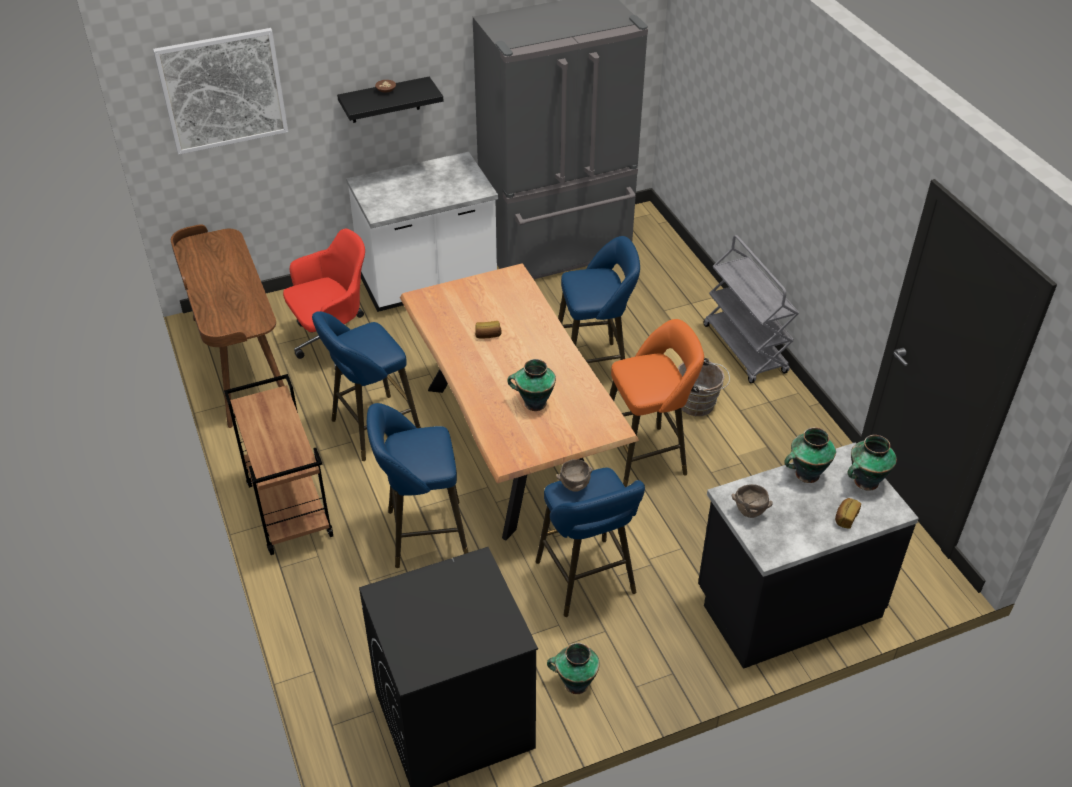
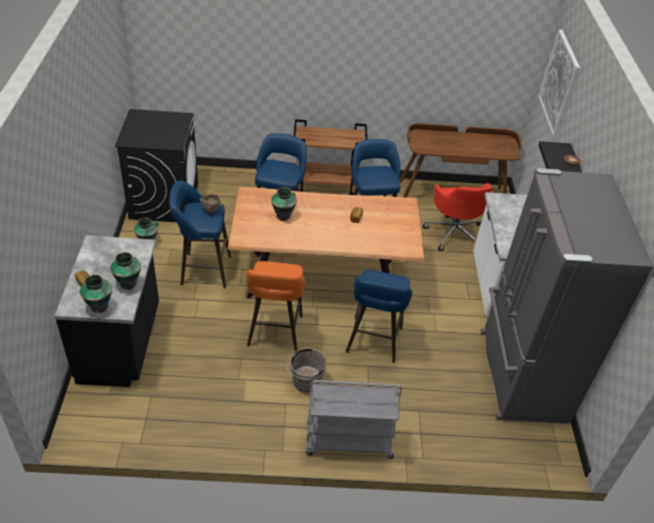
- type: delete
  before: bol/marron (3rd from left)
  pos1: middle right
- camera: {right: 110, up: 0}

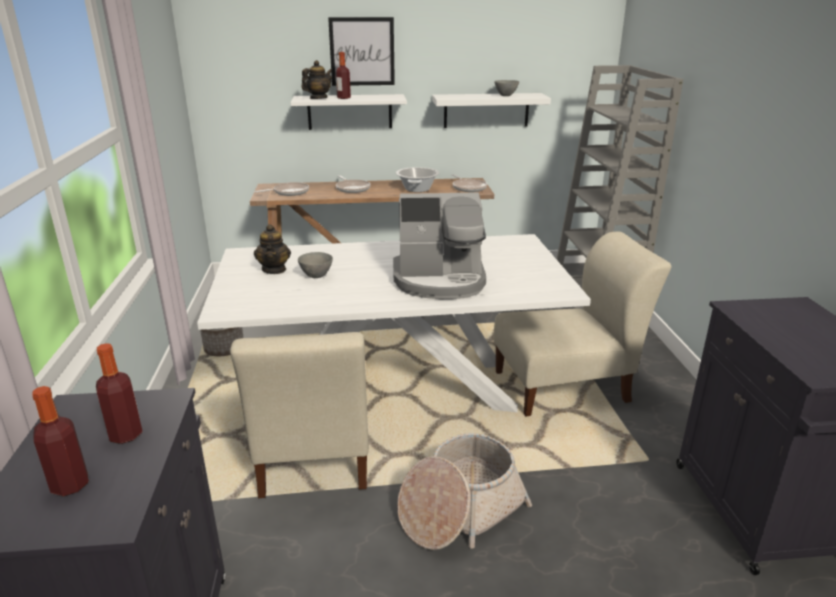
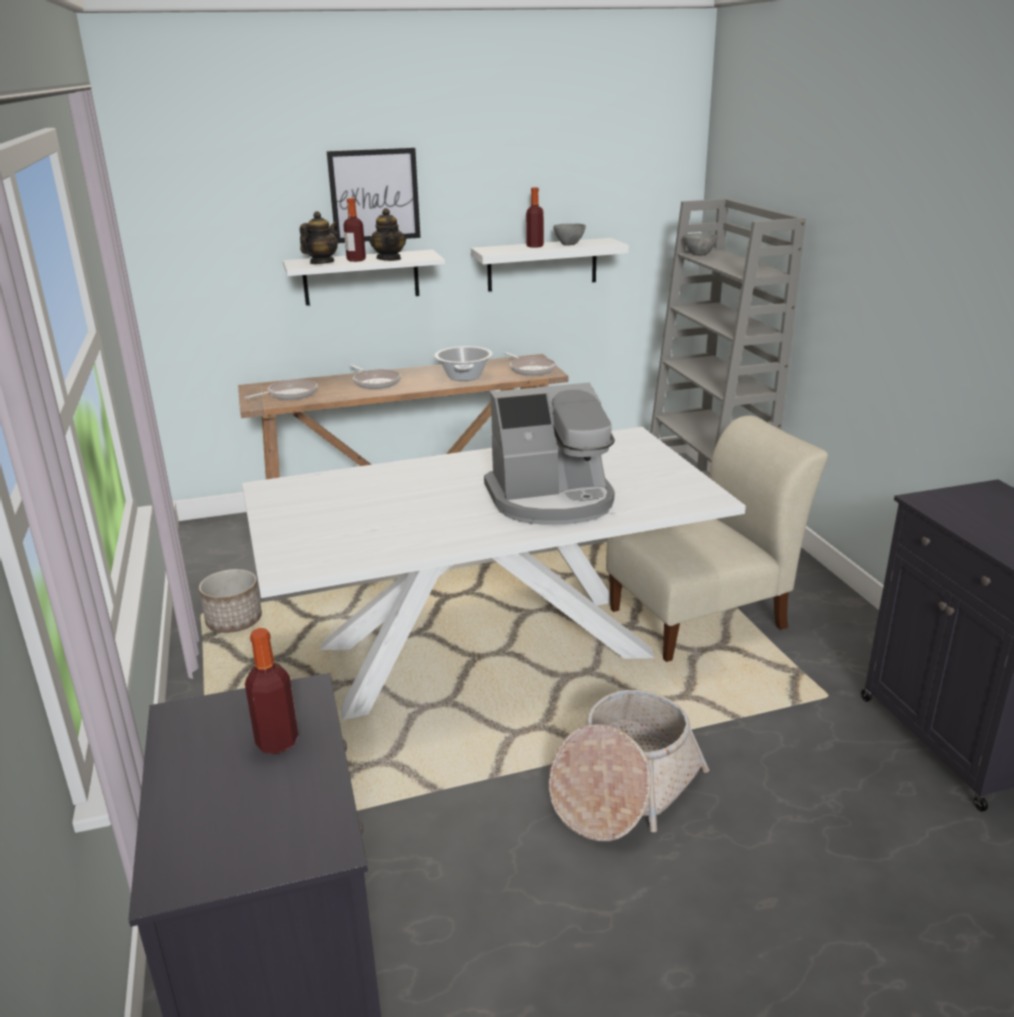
- type: move
  before: théière (1st from left in the first image)
  after: théière (2nd from left)
  pos1: middle left
  pos2: top centre
- type: move
  before: bouteille (1st from left in the first image)
  after: bouteille (3rd from left)
  pos1: bottom left
  pos2: top centre
- type: move
  before: bol/gris (1st from left in the first image)
  after: bol/gris (2nd from left)
  pos1: centre
  pos2: top right
- type: delete
  before: chaise/beige (1st from left)
  pos1: bottom centre
- camera: {right: -10, up: 0}

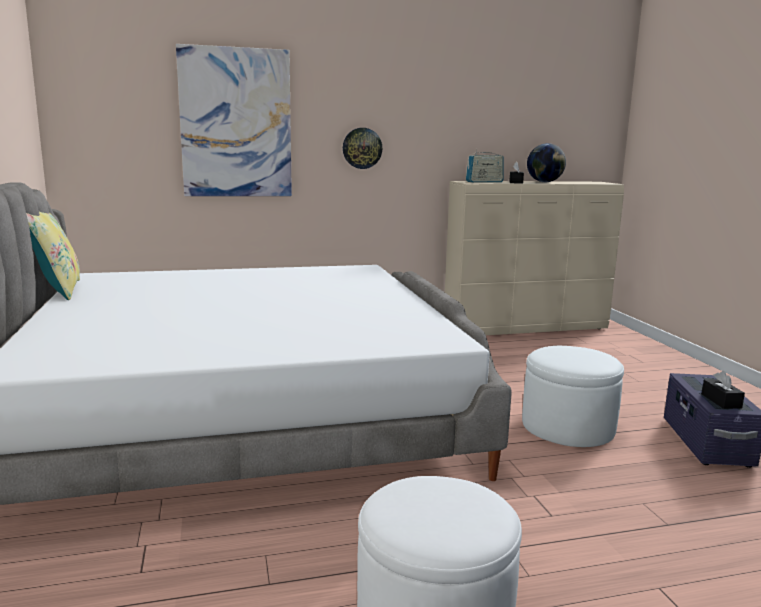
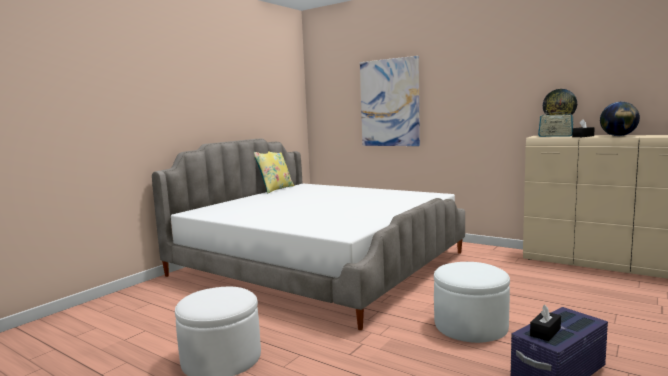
- type: move
  before: horloge murale
  pos1: top centre
  pos2: top right
- camera: {right: 50, up: -5}

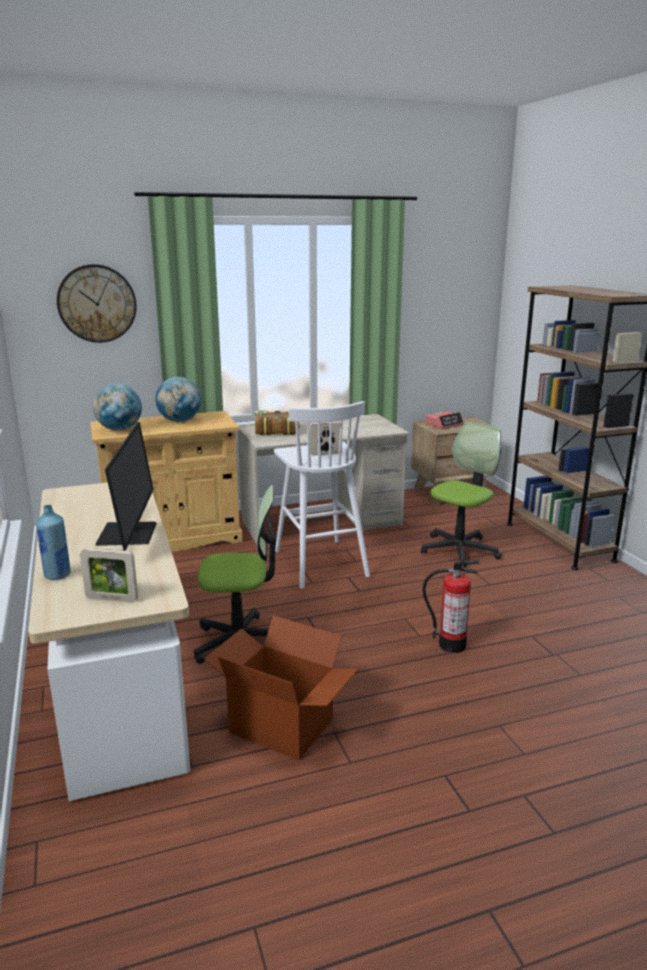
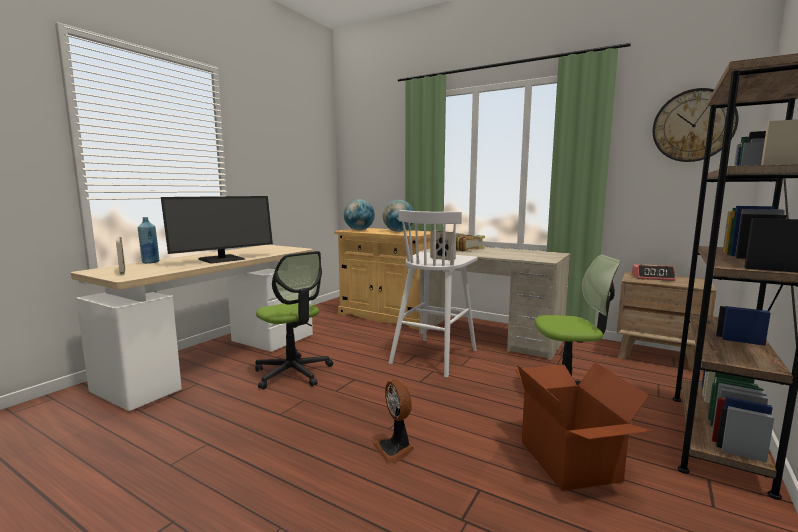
- type: replace
  before: extincteur
  after: ventilateur
  pos1: middle right
  pos2: bottom centre
- type: move
  before: carton
  pos1: bottom centre
  pos2: bottom right
- type: move
  before: horloge murale
  pos1: top left
  pos2: top right
- camera: {right: 50, up: -10}

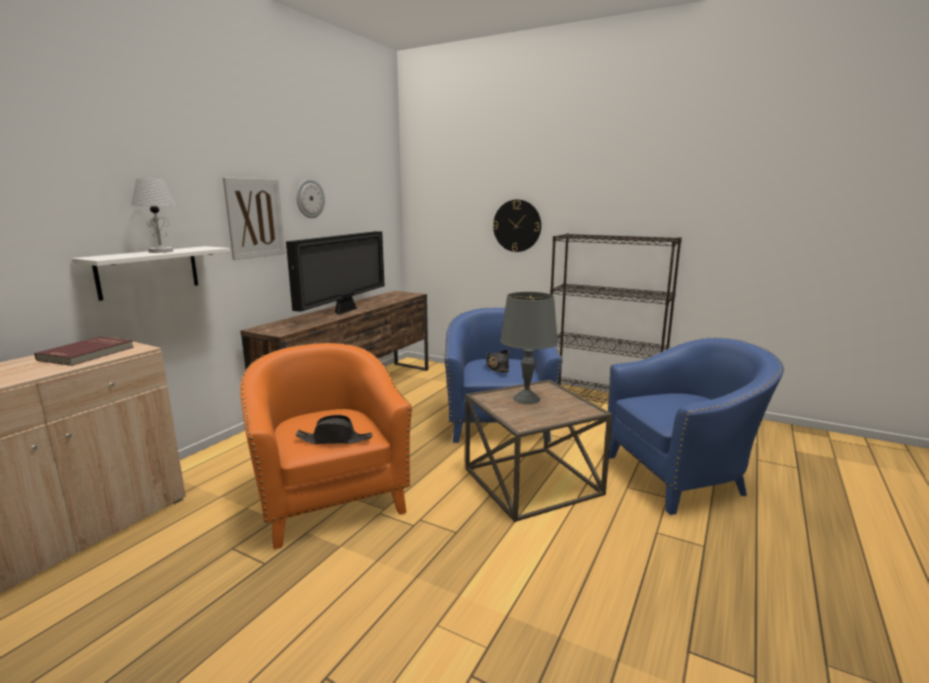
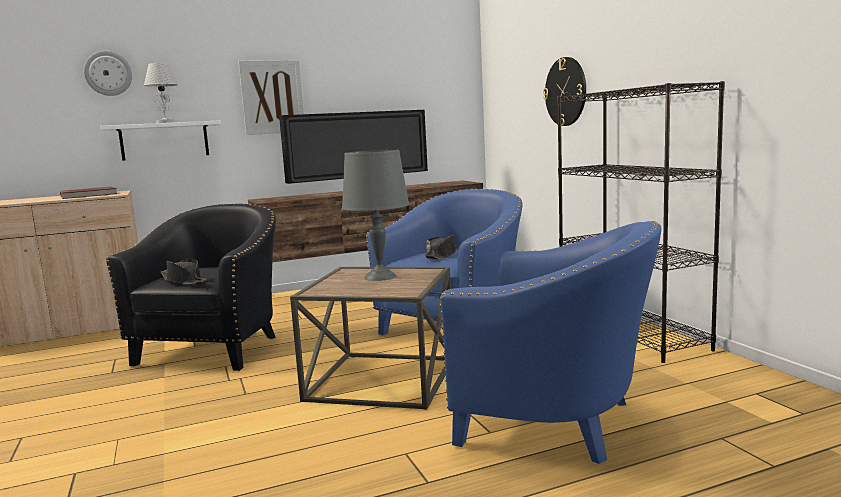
- type: move
  before: horloge murale (1st from left)
  pos1: top centre
  pos2: top left
- type: recolor
  before: fauteuil/orange
  after: fauteuil/noir
  pos1: centre
  pos2: middle left
- camera: {right: 40, up: -5}

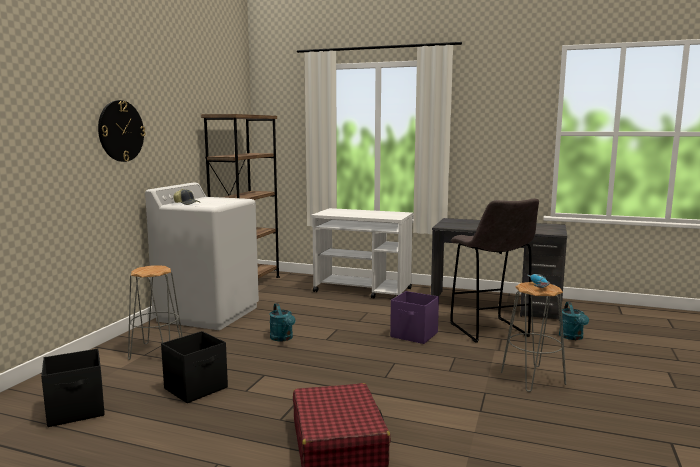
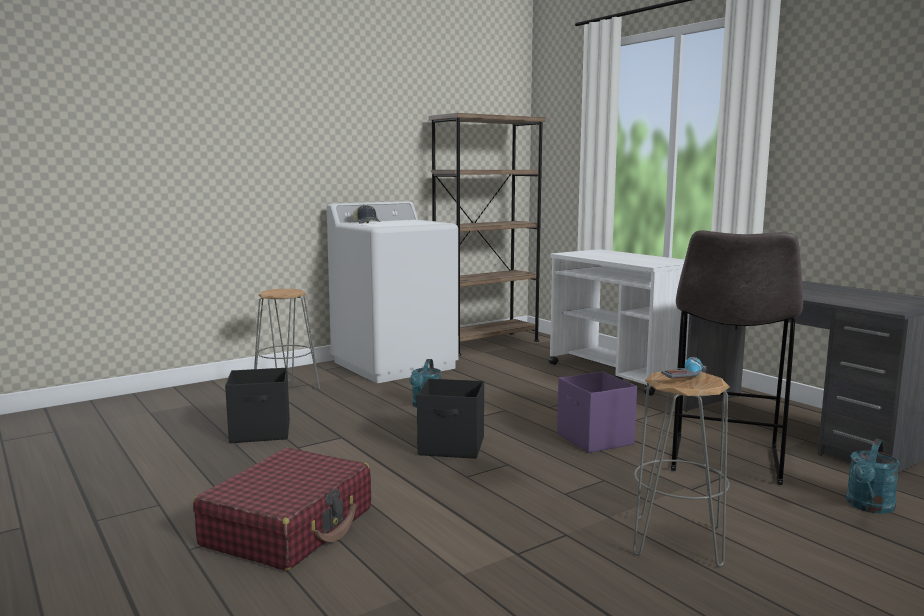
- type: move
  before: boîte de rangement/noir (1st from left in the first image)
  after: boîte de rangement/noir (2nd from left)
  pos1: bottom left
  pos2: bottom centre
- type: delete
  before: horloge murale
  pos1: top left
- camera: {right: 35, up: 0}

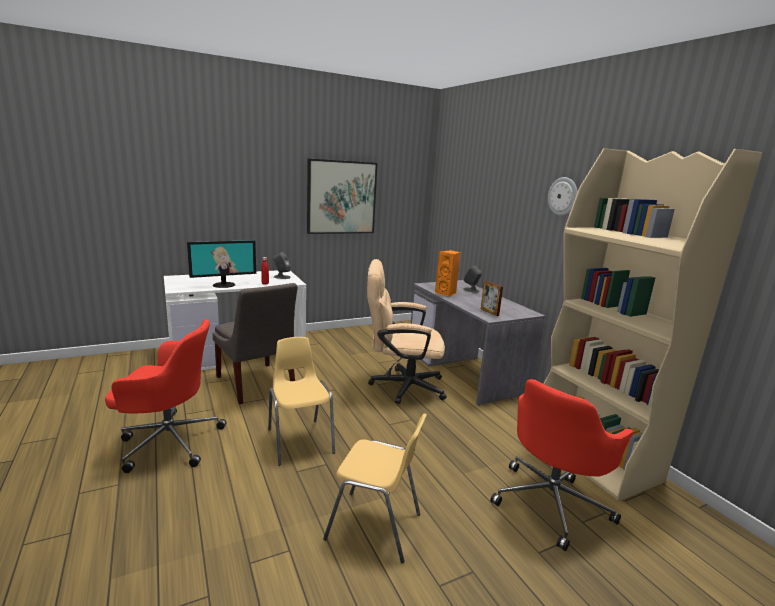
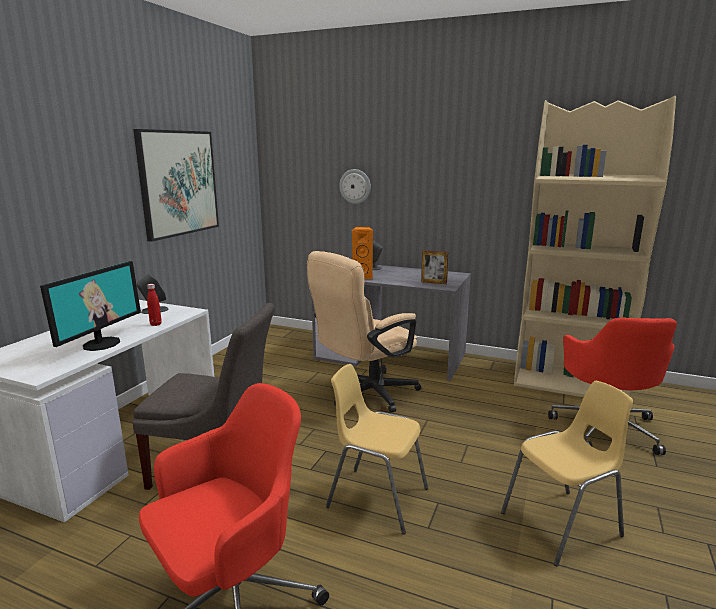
- type: move
  before: horloge murale
  pos1: top right
  pos2: top centre
- camera: {right: -40, up: 0}

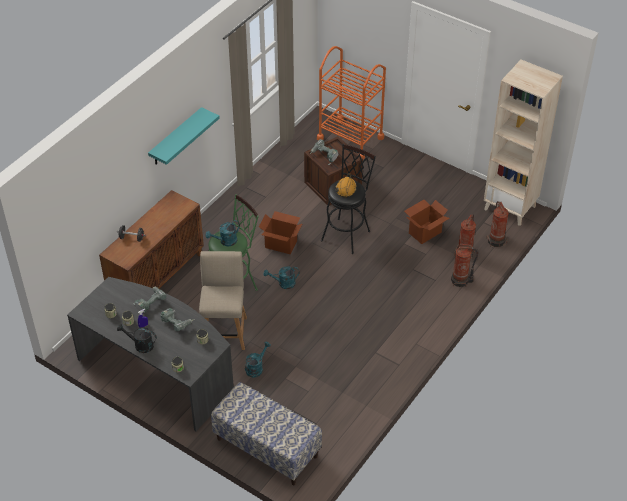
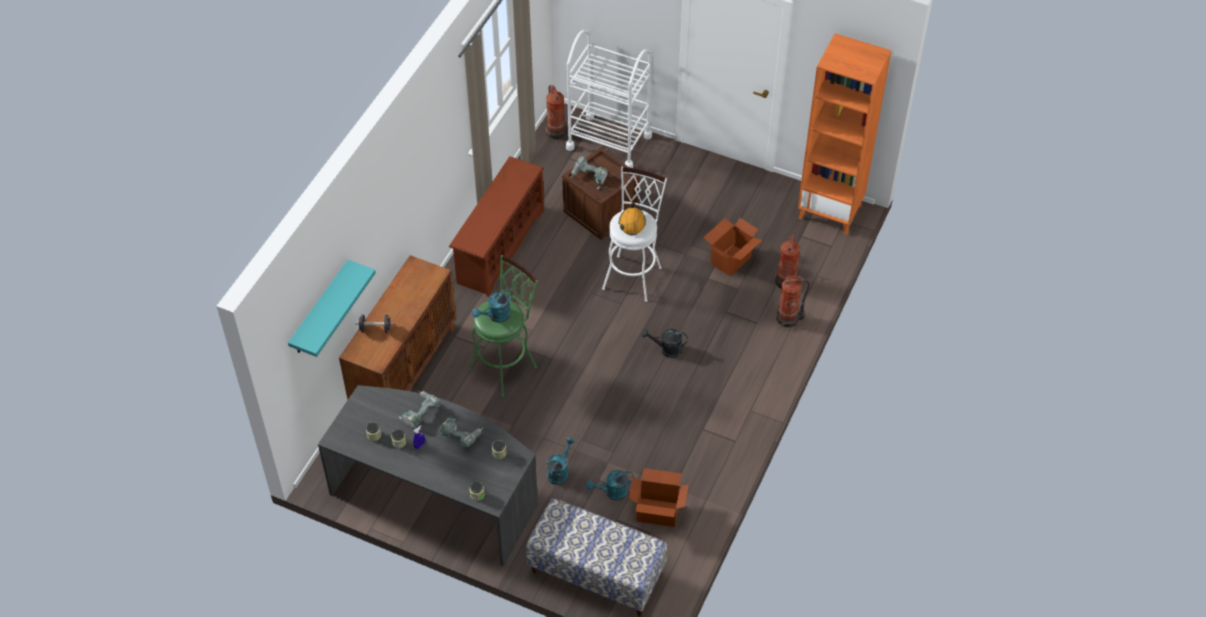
- type: move
  before: étagère/turquoise
  pos1: top left
  pos2: middle left
- type: insert
  after: étagère à chaussures/marron
  pos2: centre
- type: move
  before: extincteur (3rd from left in the first image)
  after: extincteur (1st from left)
  pos1: middle right
  pos2: top centre
- type: recolor
  before: chariot/orange
  after: chariot/blanc
  pos1: top centre
  pos2: top centre
- type: move
  before: arrosoir/turquoise (3rd from left)
  pos1: centre
  pos2: bottom centre
- type: recolor
  before: tabouret/noir
  after: tabouret/blanc
  pos1: centre
  pos2: centre
- type: move
  before: carton (1st from left)
  pos1: centre
  pos2: bottom centre
- type: move
  before: arrosoir/noir
  pos1: bottom left
  pos2: centre
- type: recolor
  before: bibliothèque/beige
  after: bibliothèque/orange
  pos1: top right
  pos2: top right
- type: delete
  before: chaise/beige
  pos1: centre
- camera: {right: -10, up: 5}

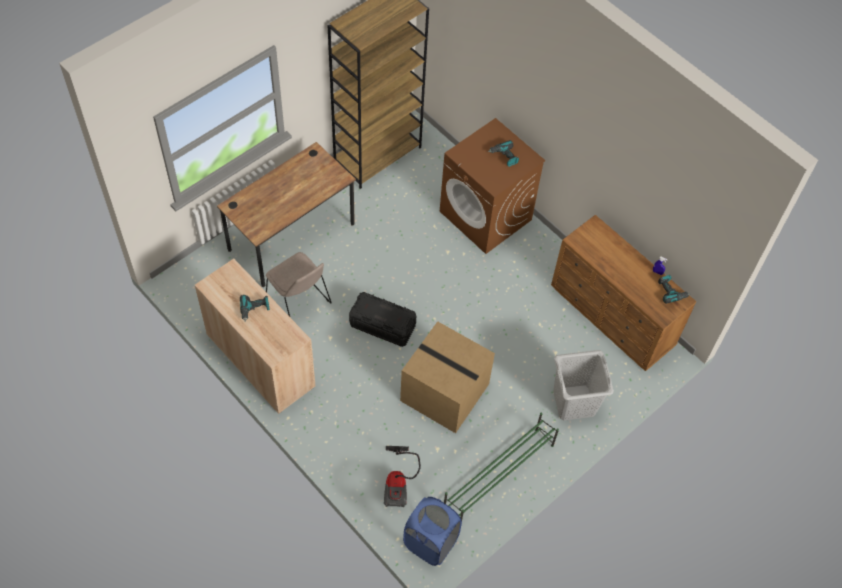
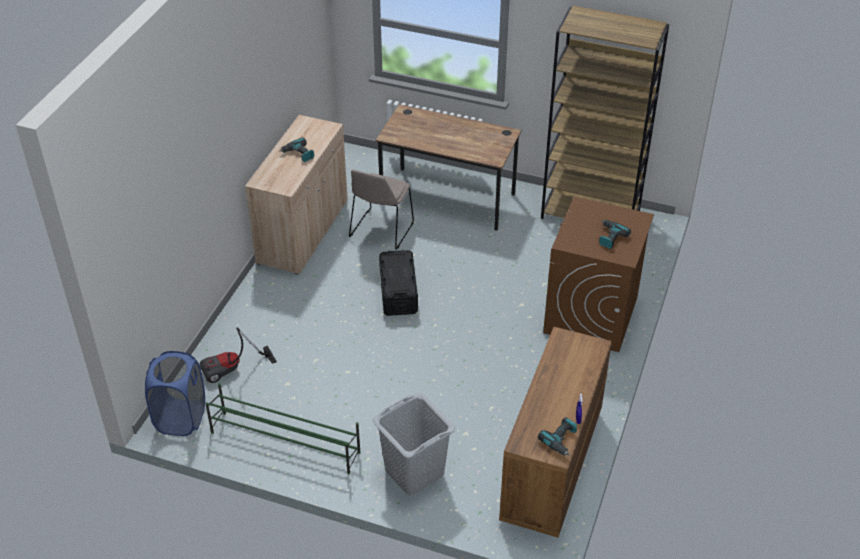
- type: delete
  before: carton
  pos1: centre
- camera: {right: 65, up: -15}

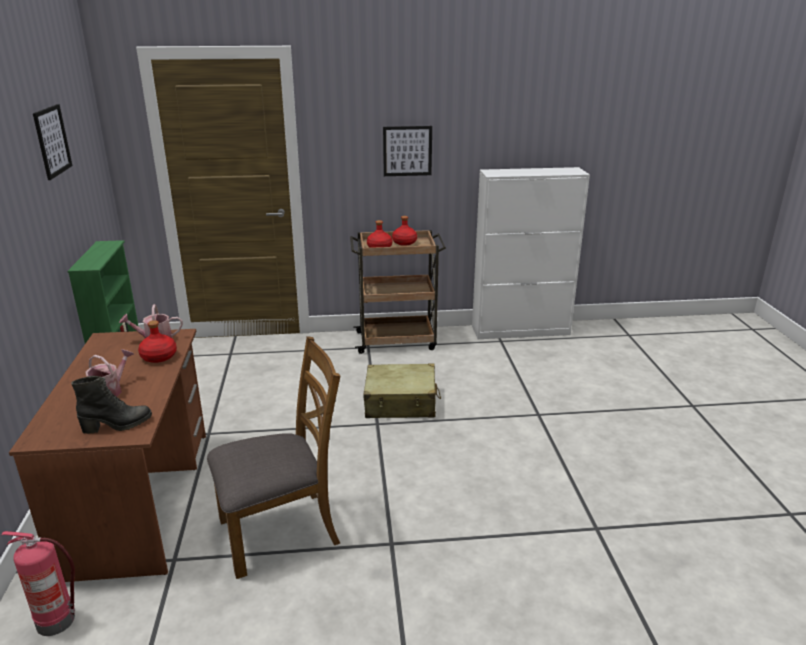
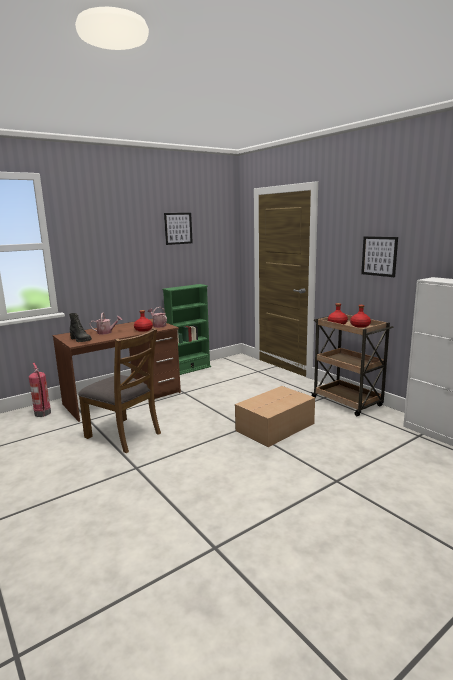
- type: replace
  before: valise/beige
  after: carton
  pos1: centre
  pos2: centre
- camera: {right: 60, up: -10}

